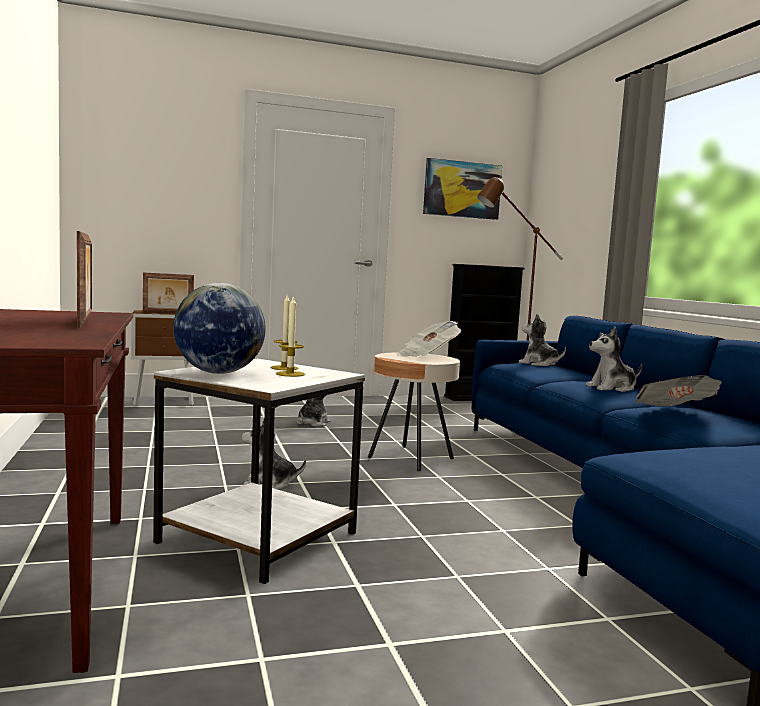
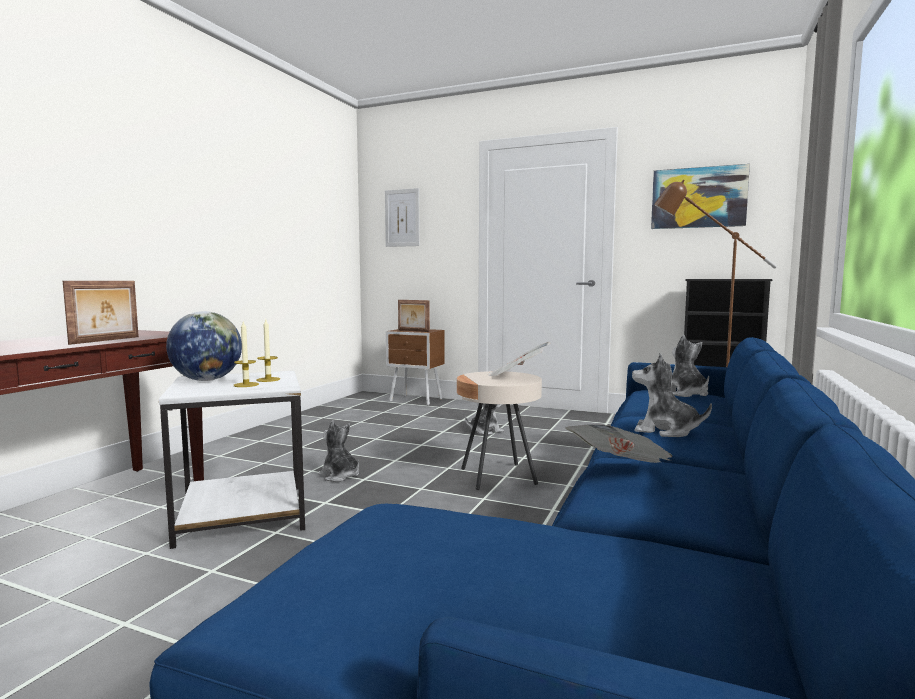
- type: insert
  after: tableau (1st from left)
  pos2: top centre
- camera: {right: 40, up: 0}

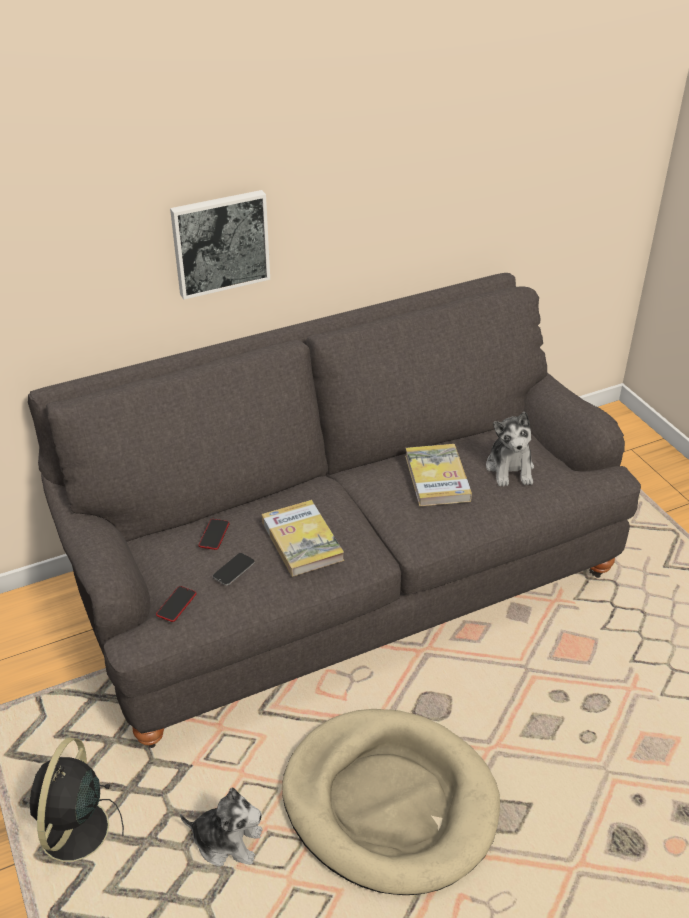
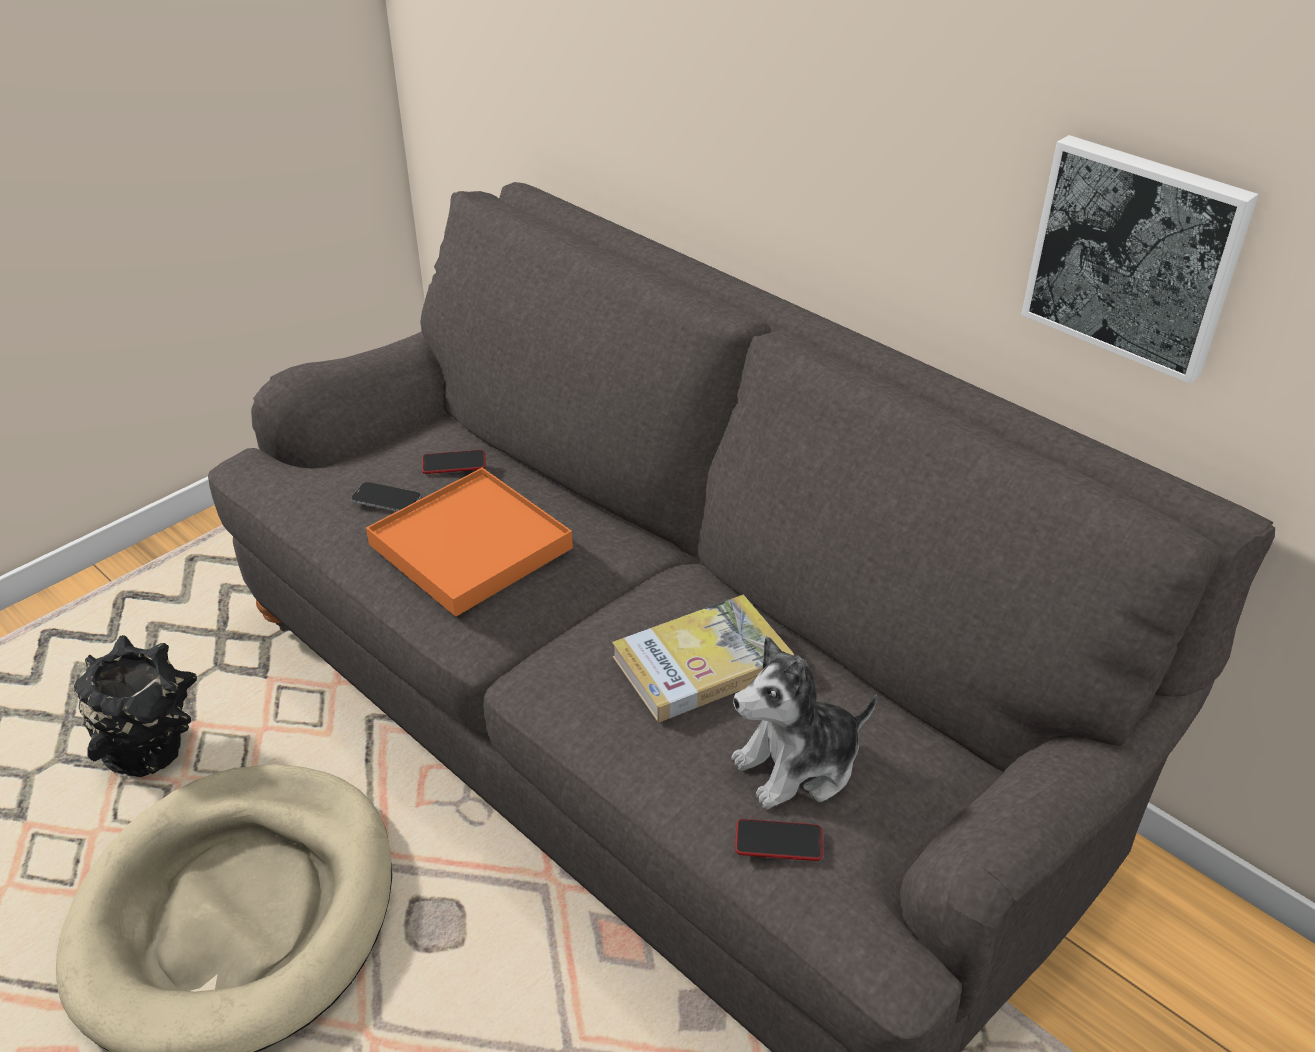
- type: replace
  before: peluche (1st from left)
  after: vase/noir
  pos1: bottom left
  pos2: bottom left
- type: replace
  before: livre (1st from left)
  after: plateau/orange
  pos1: centre
  pos2: centre
- type: move
  before: téléphone (1st from left in the first image)
  after: téléphone (3rd from left)
  pos1: middle left
  pos2: bottom centre
- type: move
  before: tableau
  pos1: top left
  pos2: top right
- type: delete
  before: ventilateur/noir
  pos1: bottom left
- camera: {right: 70, up: 0}

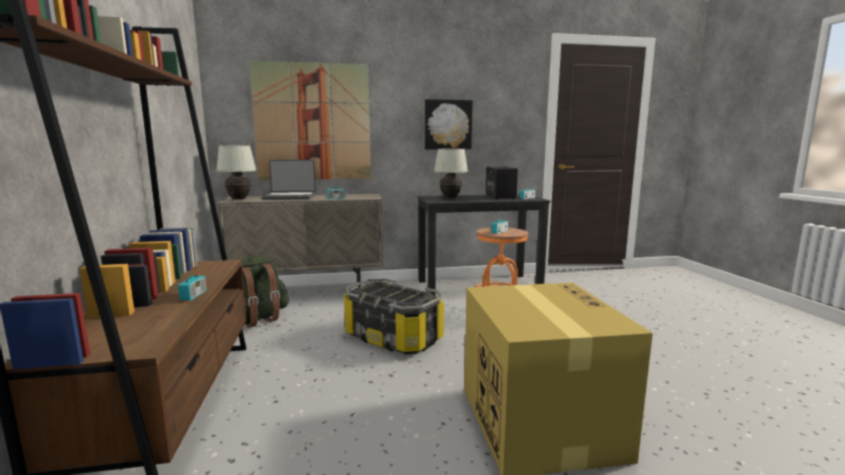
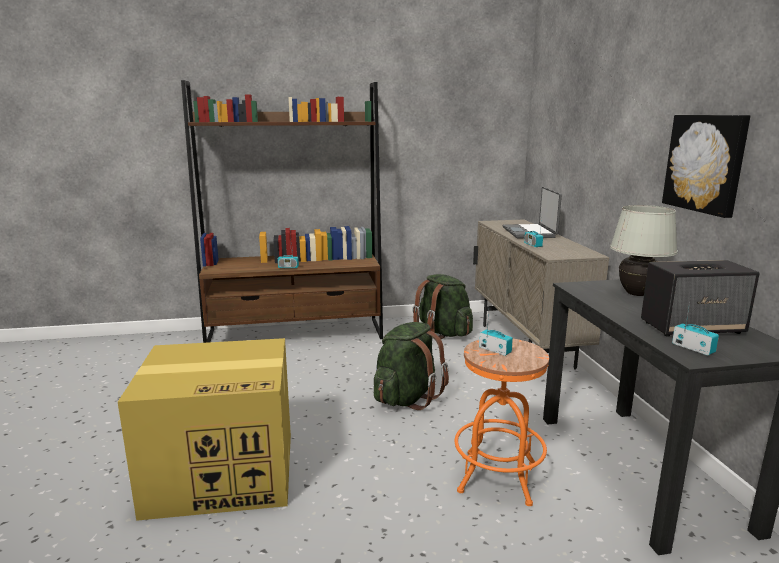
- type: replace
  before: boîte de rangement
  after: sac à dos/vert (1st from left)
  pos1: centre
  pos2: centre
- type: delete
  before: lampe de table/blanc (1st from left)
  pos1: middle left
- type: delete
  before: tableau (1st from left)
  pos1: top centre
- camera: {right: 90, up: 5}

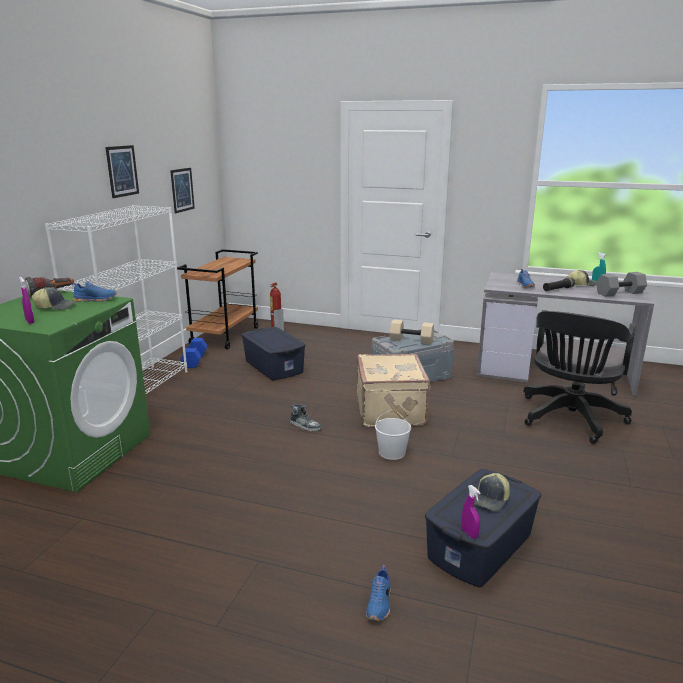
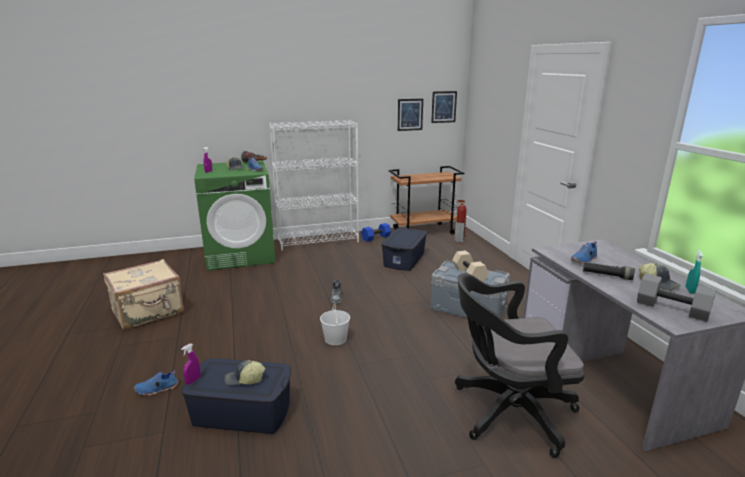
- type: move
  before: valise/beige
  pos1: centre
  pos2: middle left
- type: move
  before: tableau (1st from left in the first image)
  after: tableau (2nd from left)
  pos1: top left
  pos2: top centre
- camera: {right: 55, up: 0}

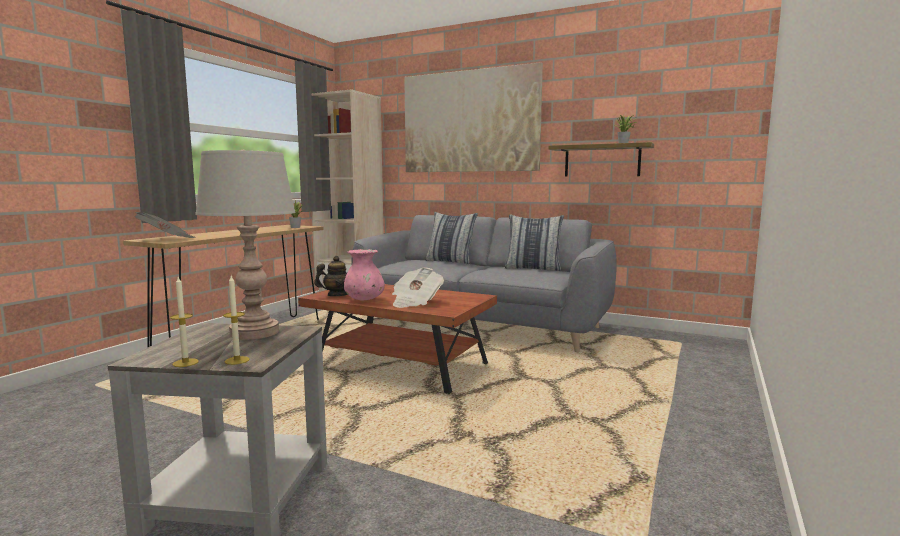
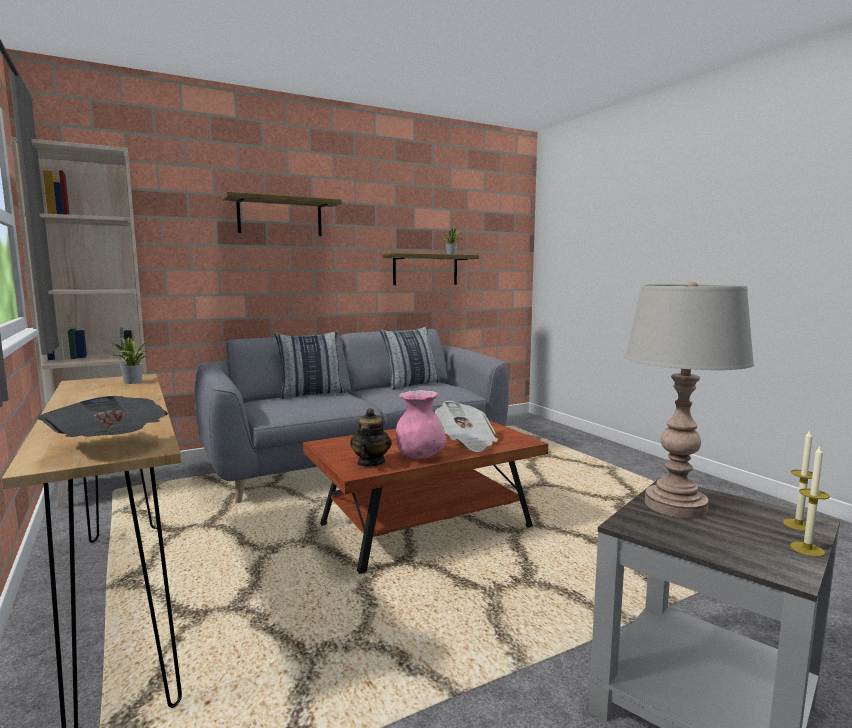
- type: replace
  before: tableau
  after: étagère (1st from left)
  pos1: top centre
  pos2: top left
- camera: {right: -55, up: 0}

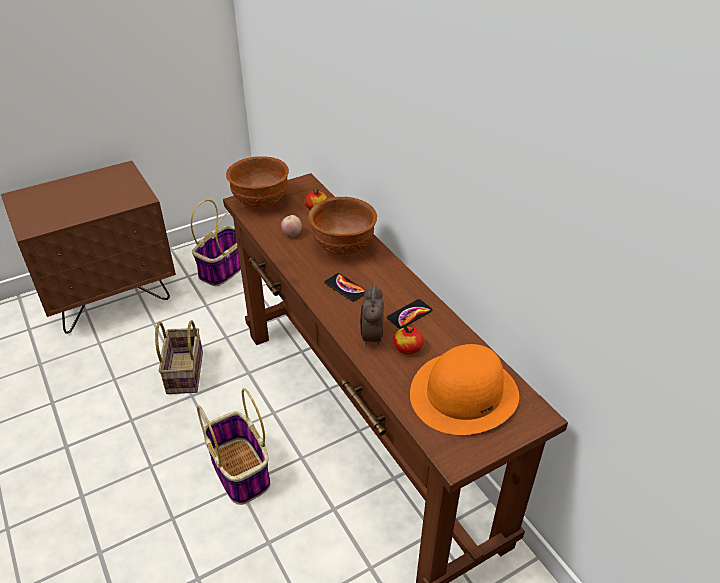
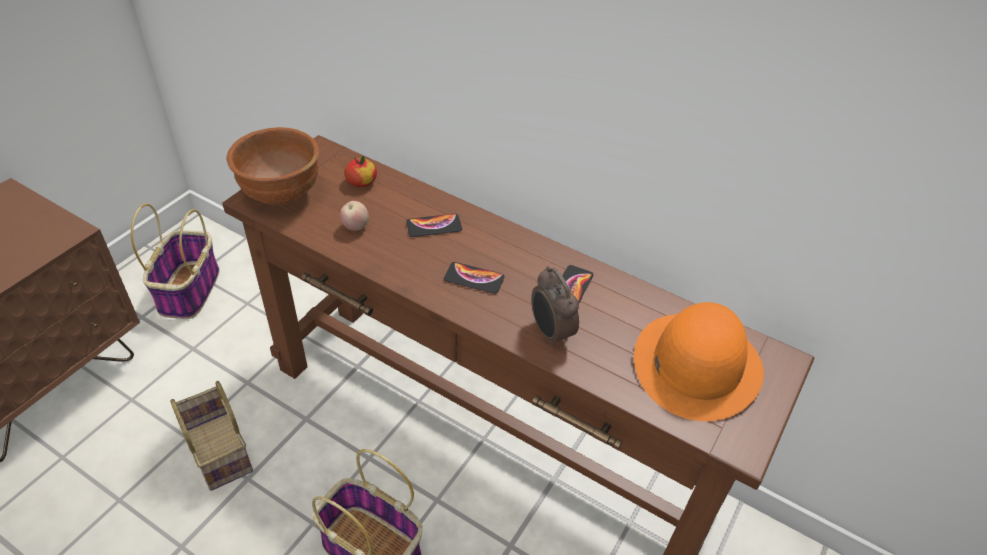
- type: replace
  before: bol/marron (2nd from left)
  after: téléphone (1st from left)
  pos1: centre
  pos2: centre
- type: delete
  before: pomme (3rd from left)
  pos1: centre
- camera: {right: -30, up: 5}

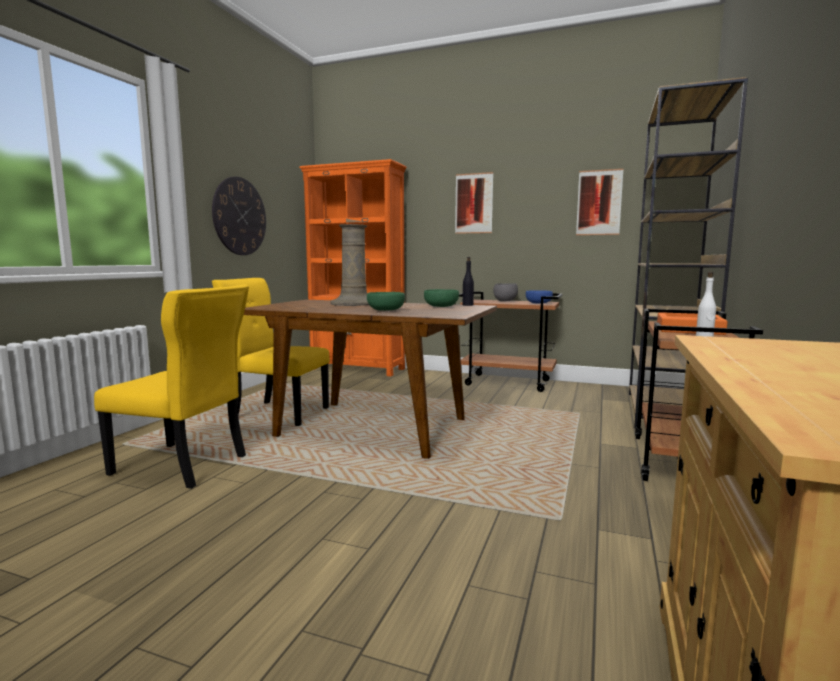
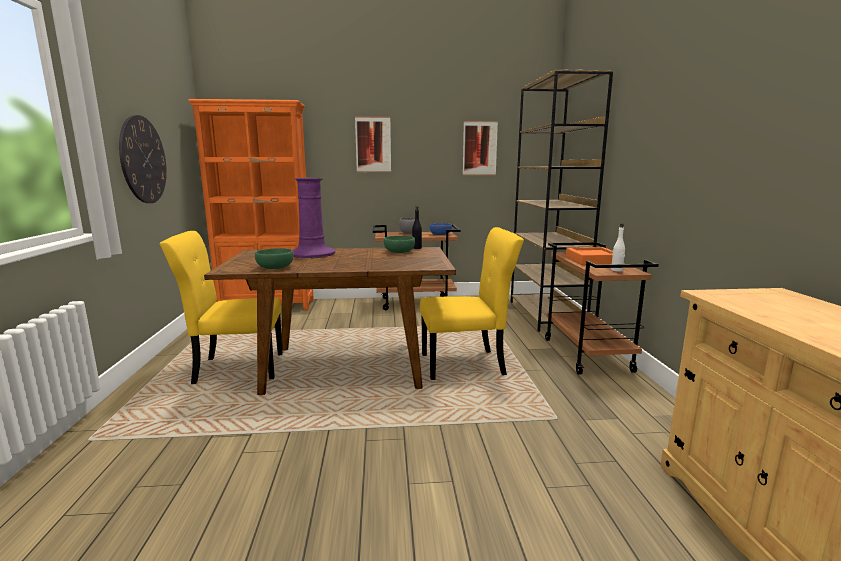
- type: move
  before: bol/vert (1st from left)
  pos1: centre
  pos2: middle left
- type: recolor
  before: vase/beige
  after: vase/violet
  pos1: centre
  pos2: centre
- type: move
  before: chaise/jaune (1st from left in the first image)
  after: chaise/jaune (2nd from left)
  pos1: middle left
  pos2: centre
- camera: {right: -25, up: 5}

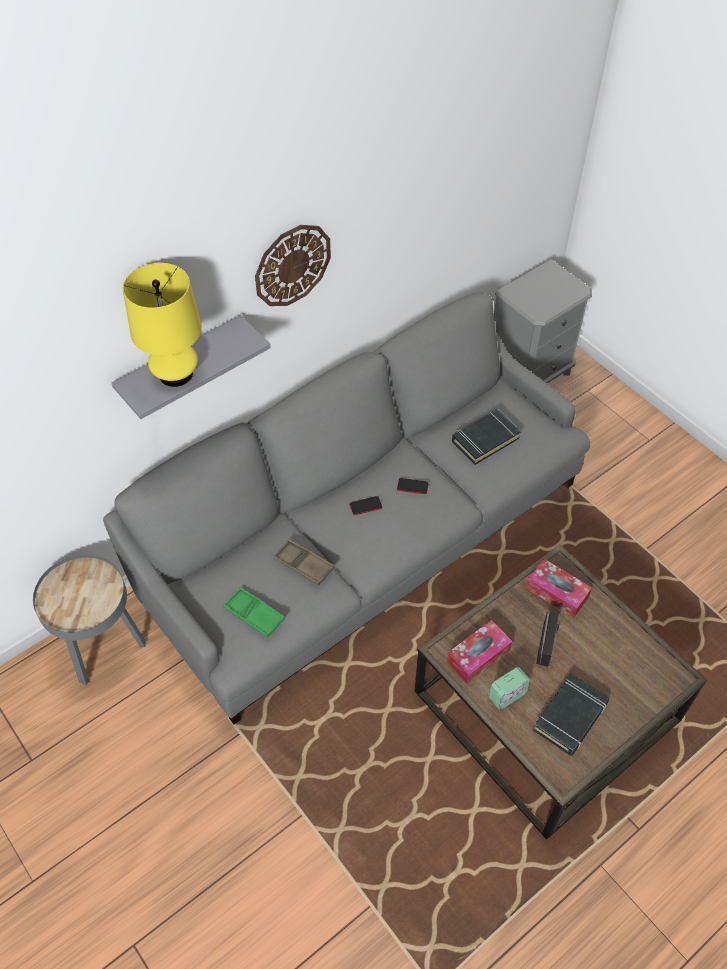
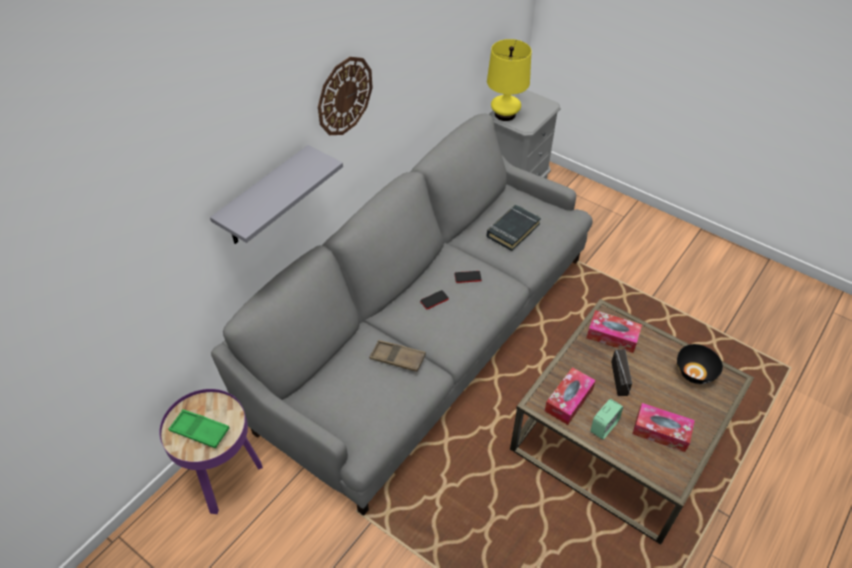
- type: recolor
  before: table d'appoint/gris
  after: table d'appoint/violet
  pos1: middle left
  pos2: bottom left
- type: move
  before: plateau/vert
  pos1: centre
  pos2: bottom left
- type: move
  before: lampe de table/jaune
  pos1: middle left
  pos2: top centre
- type: replace
  before: livre/noir (2nd from left)
  after: boîte à mouchoirs (3rd from left)
  pos1: bottom right
  pos2: bottom right
- type: insert
  after: bol/noir
  pos2: middle right
- camera: {right: -15, up: -5}

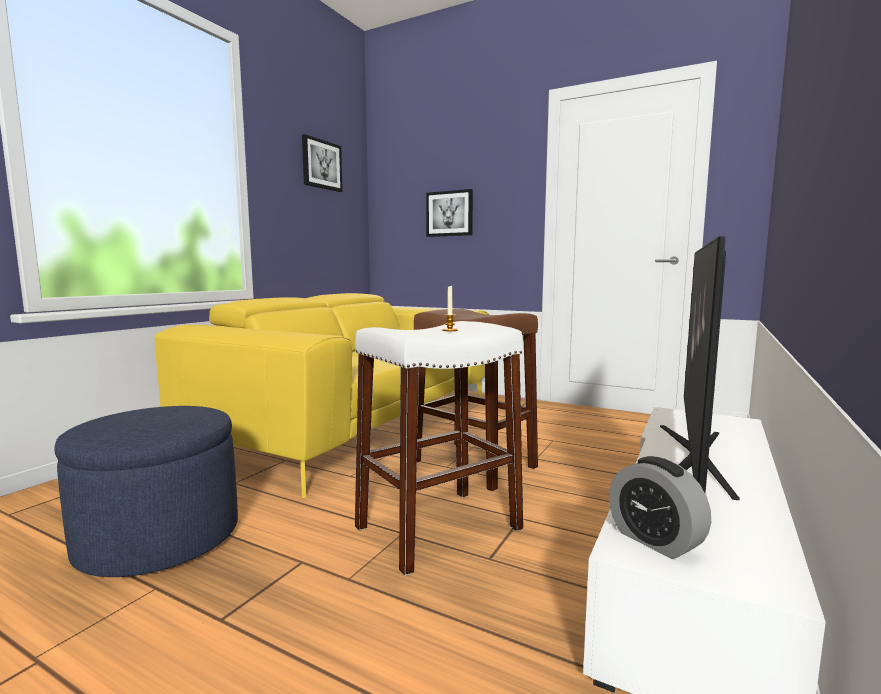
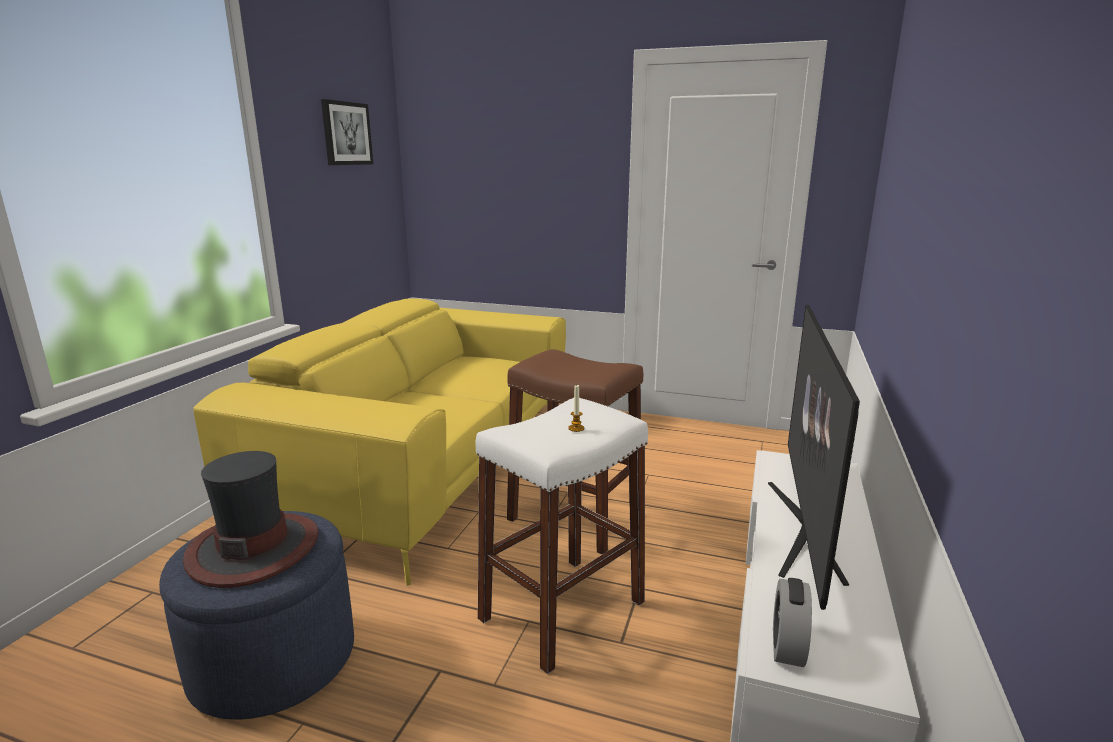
- type: insert
  after: chapeau
  pos2: bottom left
- type: rotate
  before: réveil
  pos1: bottom right
  pos2: bottom right
  turn: 60
- type: delete
  before: tableau (2nd from left)
  pos1: top centre
- camera: {right: -10, up: 10}

